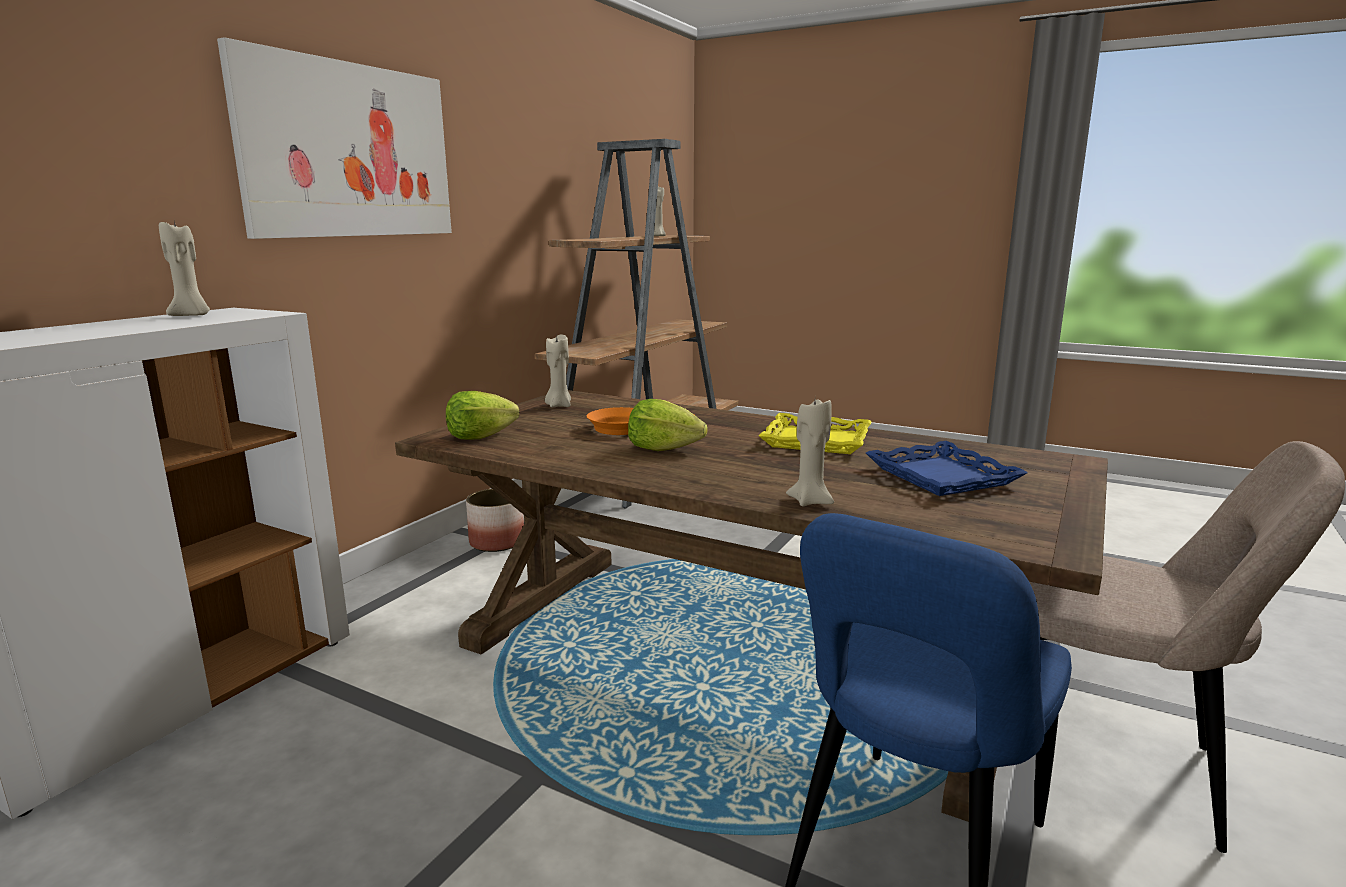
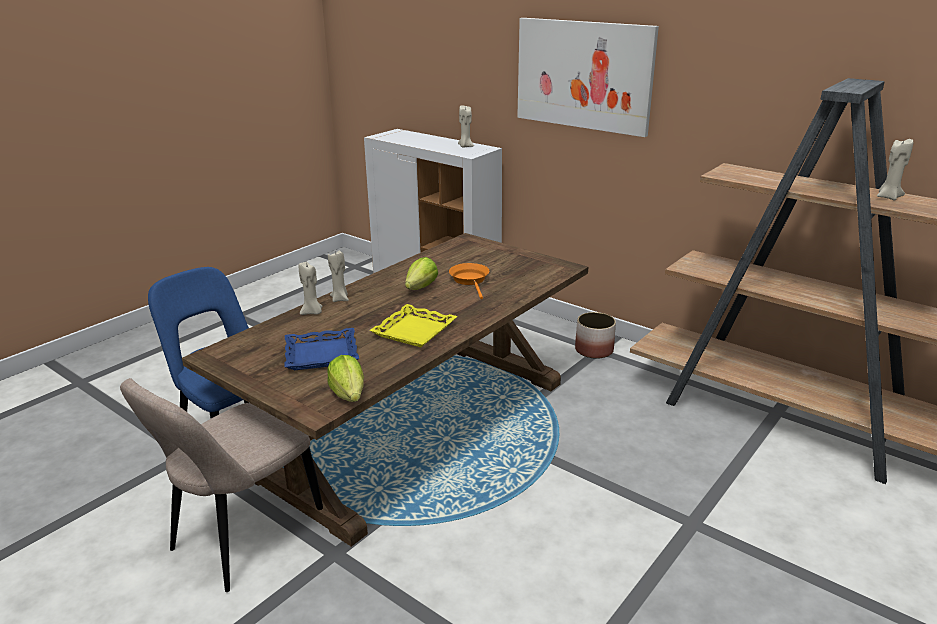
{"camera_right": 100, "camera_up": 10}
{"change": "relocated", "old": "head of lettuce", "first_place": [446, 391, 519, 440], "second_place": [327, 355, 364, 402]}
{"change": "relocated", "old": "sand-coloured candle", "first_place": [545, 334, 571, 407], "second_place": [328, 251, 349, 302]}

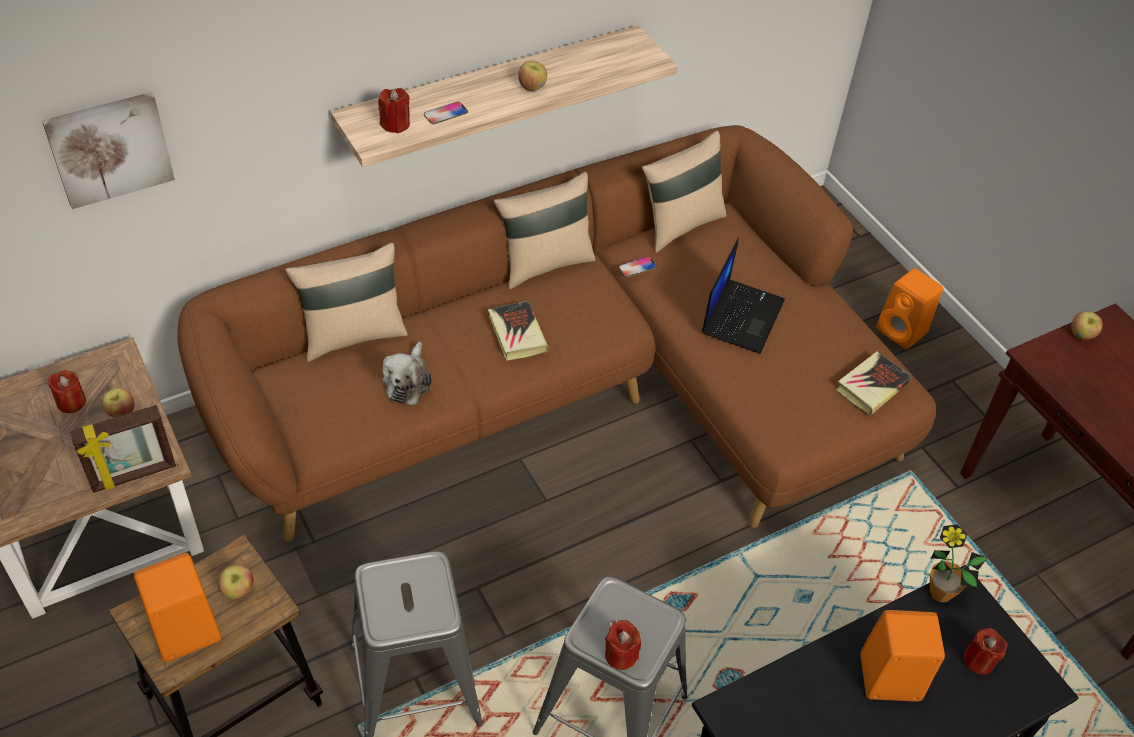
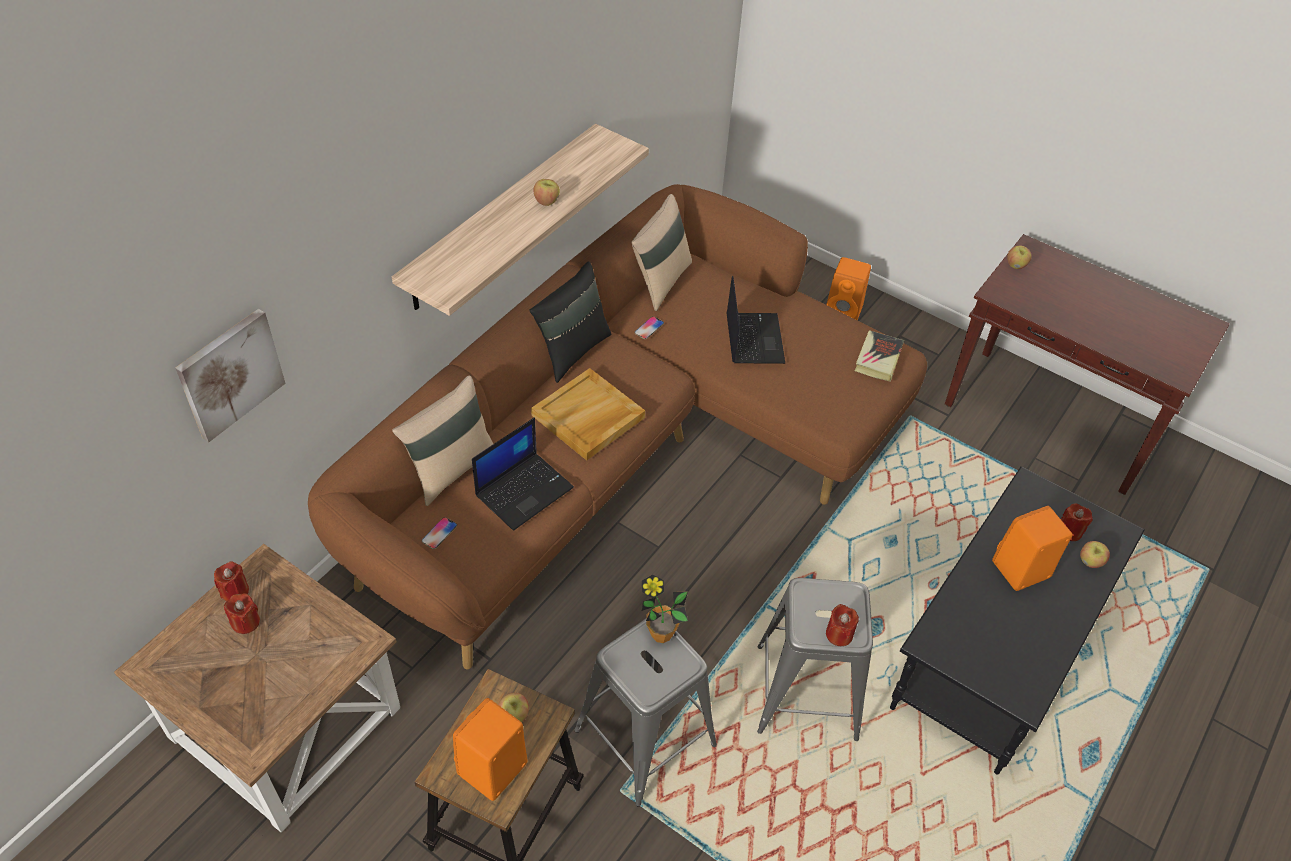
{"camera_right": -25, "camera_up": 0}
{"change": "relocated", "old": "red-coloured candle", "first_place": [378, 88, 410, 133], "second_place": [214, 561, 249, 601]}
{"change": "relocated", "old": "phone", "first_place": [424, 102, 468, 125], "second_place": [422, 517, 457, 549]}
{"change": "exchanged", "old": "cuddly toy", "new": "portable computer", "first_place": [382, 342, 432, 405], "second_place": [472, 417, 574, 531]}
{"change": "colour", "old": "sand-coloured throw pillow", "new": "black-coloured throw pillow", "first_place": [494, 172, 595, 289], "second_place": [529, 262, 611, 383]}
{"change": "exchanged", "old": "volume", "new": "sand-coloured carrying tray", "first_place": [488, 301, 548, 361], "second_place": [531, 368, 645, 460]}
{"change": "relocated", "old": "plant in a pot", "first_place": [930, 524, 988, 602], "second_place": [642, 574, 688, 643]}
{"change": "relocated", "old": "whole apple", "first_place": [102, 388, 135, 418], "second_place": [1080, 541, 1110, 568]}
{"change": "missing", "old": "photo frame", "first_place": [70, 405, 176, 493]}

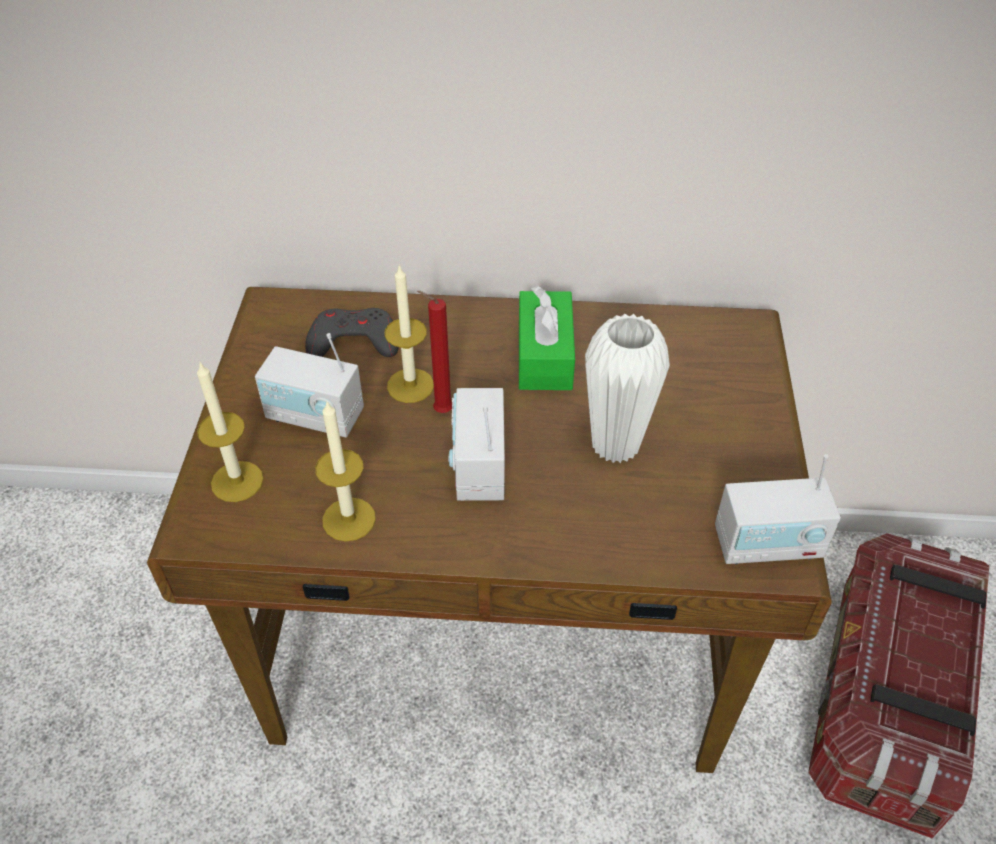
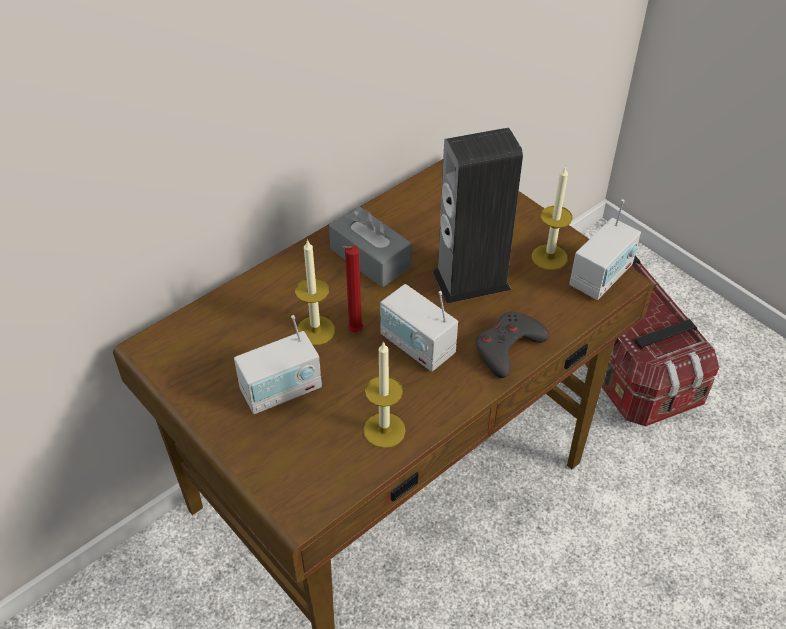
{"camera_right": -45, "camera_up": 0}
{"change": "colour", "old": "green tissue box", "new": "grey tissue box", "first_place": [519, 286, 575, 390], "second_place": [329, 206, 412, 287]}
{"change": "exchanged", "old": "white vase", "new": "audio speaker", "first_place": [585, 314, 670, 463], "second_place": [433, 128, 523, 304]}
{"change": "relocated", "old": "grey game controller", "first_place": [305, 308, 399, 357], "second_place": [476, 312, 550, 378]}
{"change": "relocated", "old": "candle", "first_place": [197, 362, 264, 502], "second_place": [532, 167, 573, 270]}

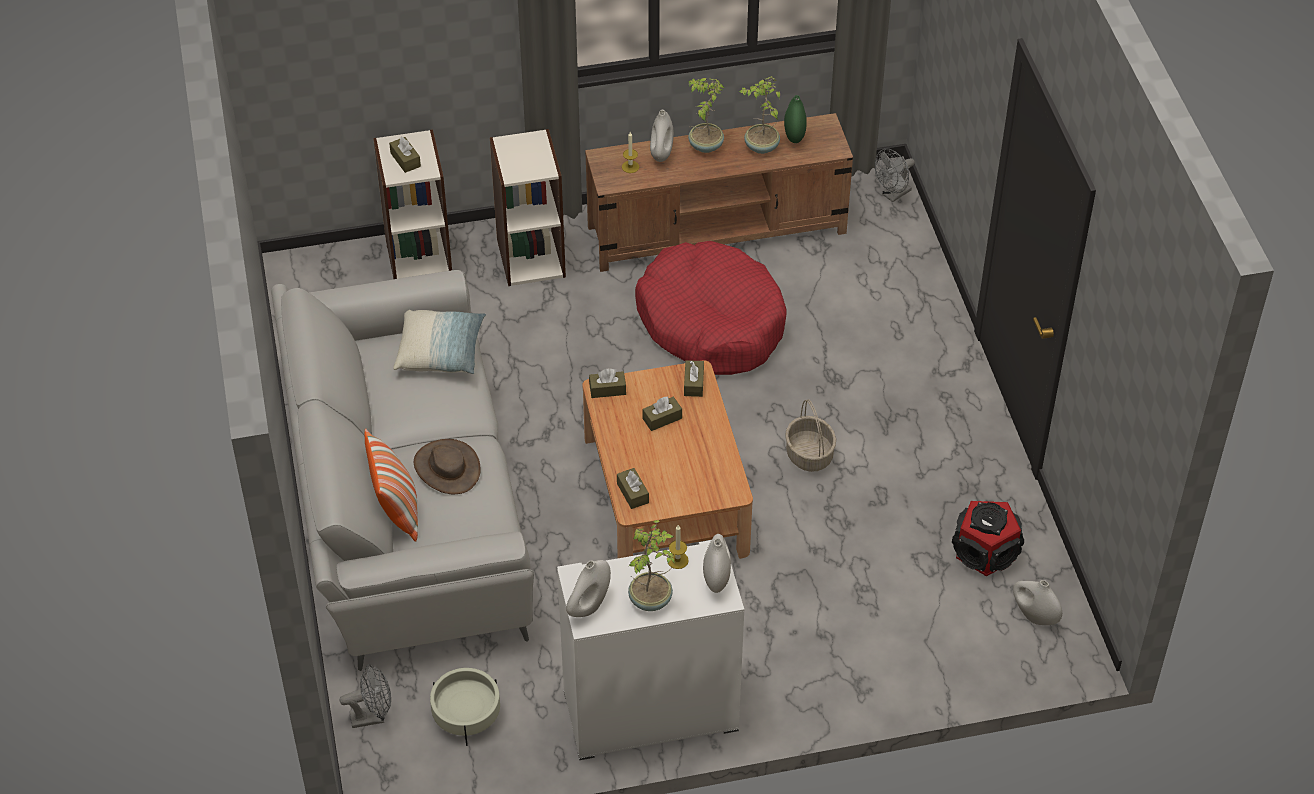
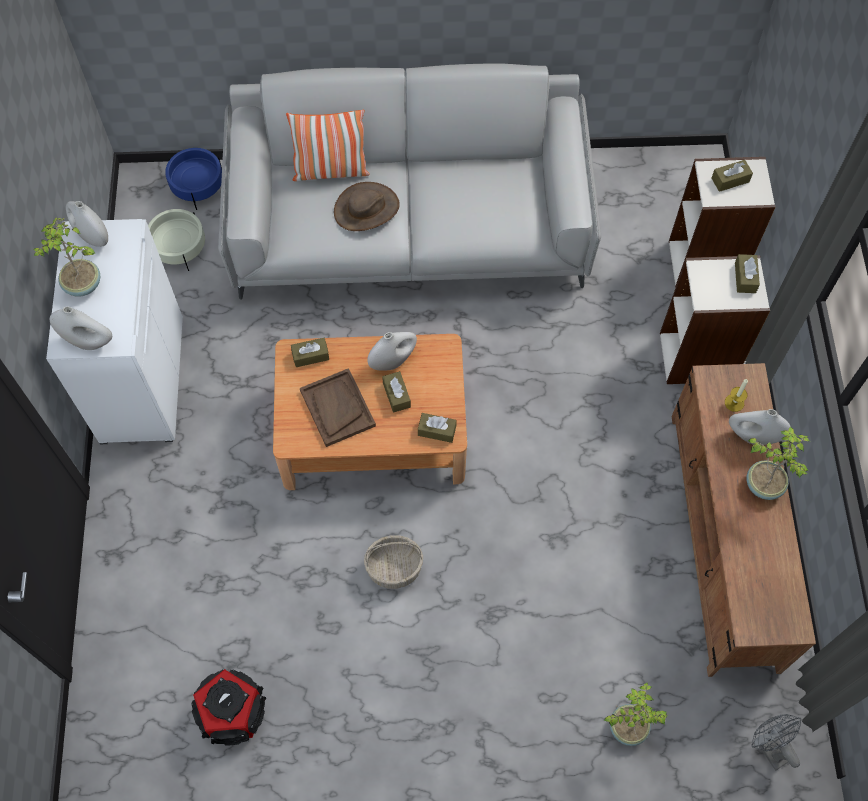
{"camera_right": 100, "camera_up": 15}
{"change": "exchanged", "old": "grey cooling fan", "new": "blue-coloured planter", "first_place": [339, 664, 391, 728], "second_place": [165, 148, 222, 210]}
{"change": "appeared", "new": "brown-coloured carrying tray", "second_place": [300, 368, 376, 447]}
{"change": "relocated", "old": "white vase", "first_place": [1013, 580, 1062, 625], "second_place": [367, 332, 417, 370]}
{"change": "relocated", "old": "plant in a pot", "first_place": [739, 76, 780, 154], "second_place": [604, 683, 667, 746]}
{"change": "relocated", "old": "brown-coloured tissue box", "first_place": [589, 368, 626, 398], "second_place": [735, 254, 760, 293]}
{"change": "missing", "old": "throw pillow", "first_place": [393, 310, 486, 374]}
{"change": "missing", "old": "red-coloured dog bed", "first_place": [635, 241, 787, 375]}
{"change": "missing", "old": "candle", "first_place": [668, 525, 689, 569]}
{"change": "missing", "old": "green vase", "first_place": [784, 95, 807, 143]}

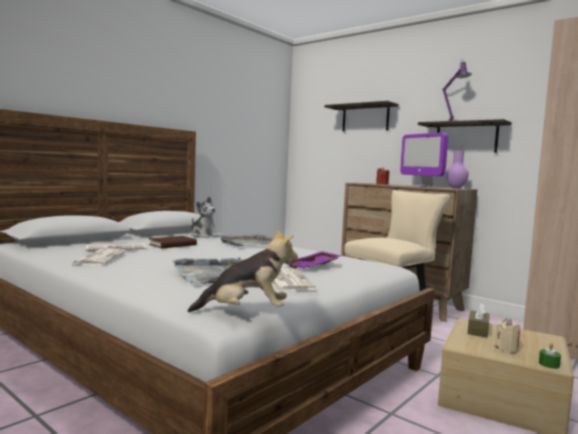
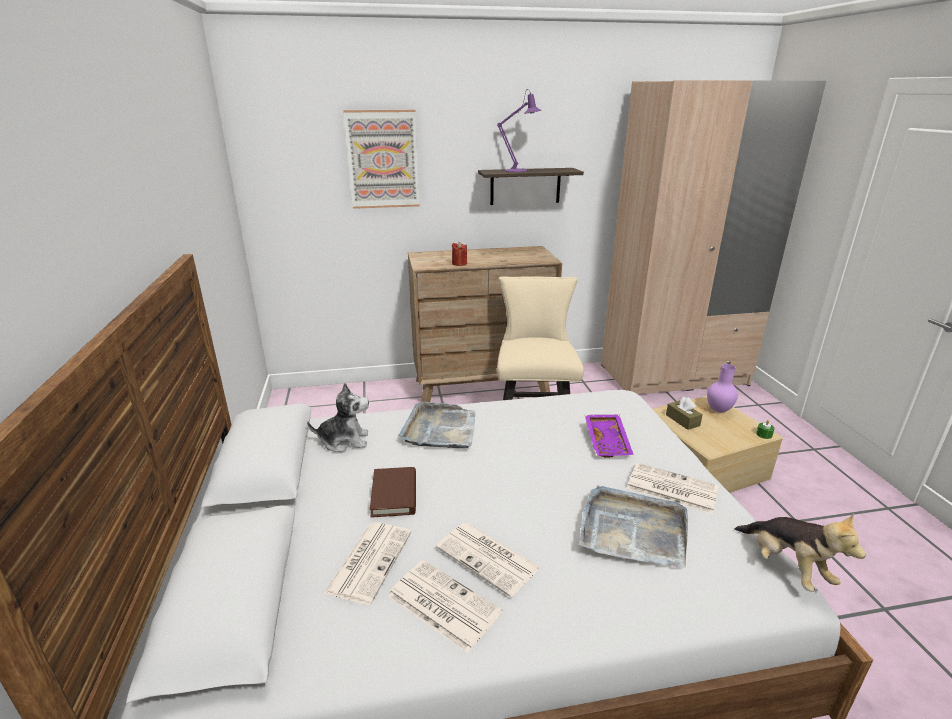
{"camera_right": -50, "camera_up": 20}
{"change": "exchanged", "old": "bracket shelf", "new": "picture", "first_place": [324, 101, 399, 132], "second_place": [343, 110, 420, 209]}
{"change": "appeared", "new": "daily paper", "second_place": [436, 523, 541, 597]}
{"change": "relocated", "old": "purple-coloured vase", "first_place": [446, 150, 469, 189], "second_place": [707, 364, 738, 413]}
{"change": "spun", "old": "cuddly toy", "first_place": [187, 229, 298, 312], "second_place": [734, 513, 866, 592], "degrees": 120}
{"change": "missing", "old": "computer display", "first_place": [400, 133, 448, 187]}
{"change": "missing", "old": "sand-coloured candle", "first_place": [495, 319, 520, 353]}

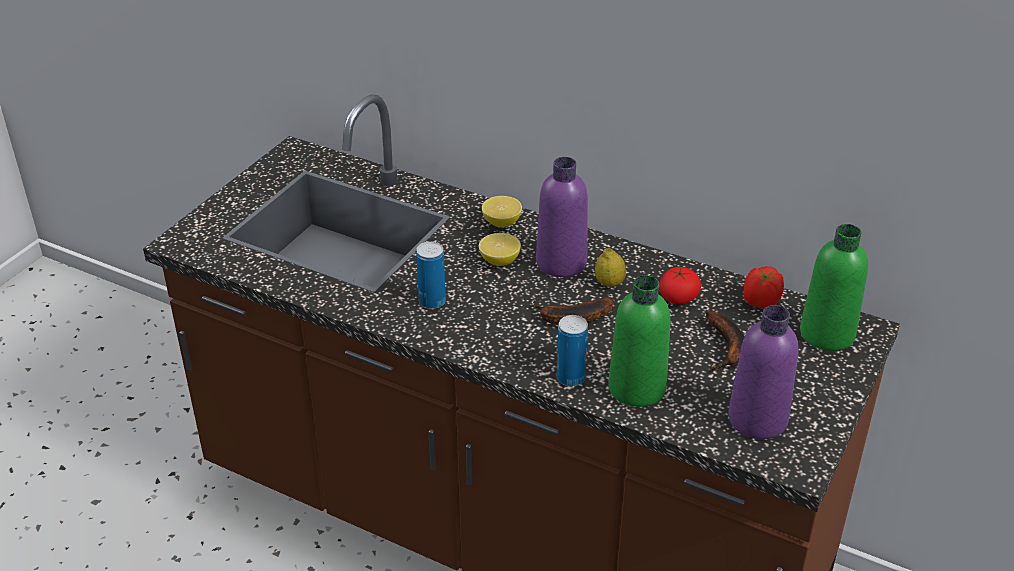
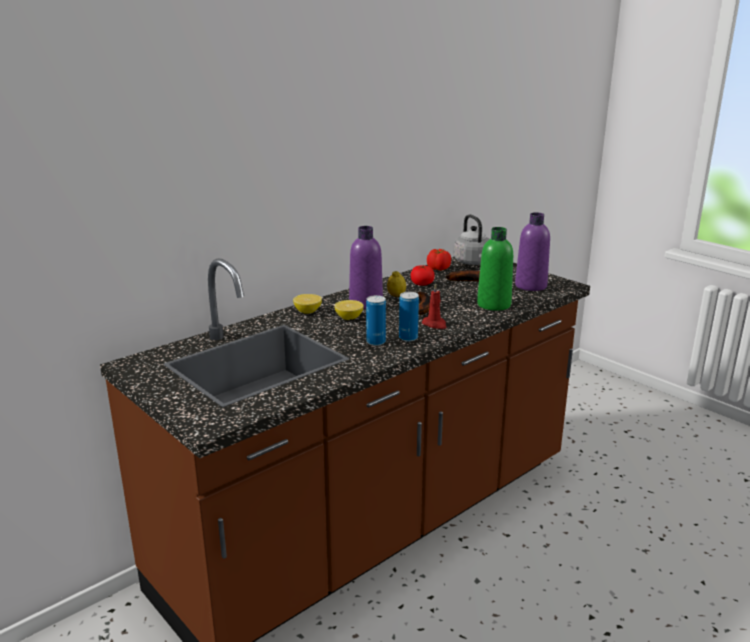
{"camera_right": -70, "camera_up": -15}
{"change": "relocated", "old": "can", "first_place": [557, 315, 588, 386], "second_place": [399, 292, 419, 341]}
{"change": "appeared", "new": "red-coloured candle", "second_place": [422, 283, 447, 329]}
{"change": "exchanged", "old": "green beverage bottle", "new": "grey kettle", "first_place": [800, 224, 868, 351], "second_place": [454, 214, 489, 265]}

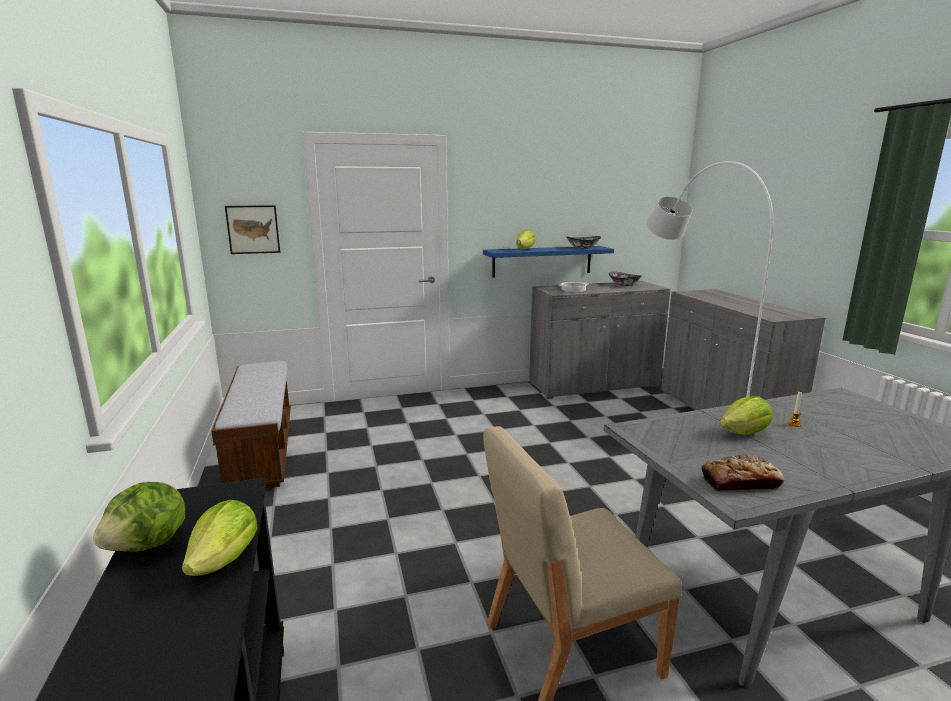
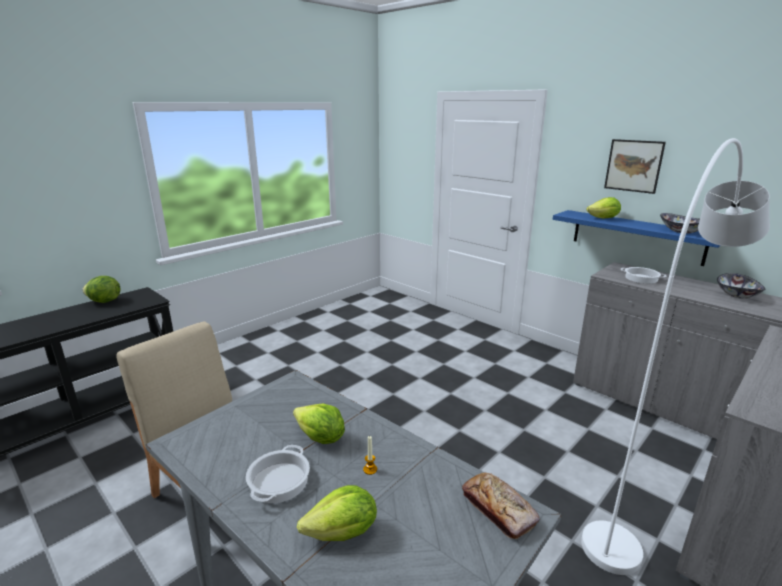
{"camera_right": 60, "camera_up": 5}
{"change": "appeared", "new": "saucepot", "second_place": [246, 445, 310, 503]}
{"change": "relocated", "old": "head of lettuce", "first_place": [182, 500, 257, 576], "second_place": [297, 485, 377, 541]}
{"change": "relocated", "old": "baked bread", "first_place": [702, 455, 785, 491], "second_place": [462, 472, 540, 539]}
{"change": "relocated", "old": "picture", "first_place": [225, 205, 280, 254], "second_place": [604, 139, 666, 194]}
{"change": "missing", "old": "indoor bench", "first_place": [211, 361, 291, 488]}

